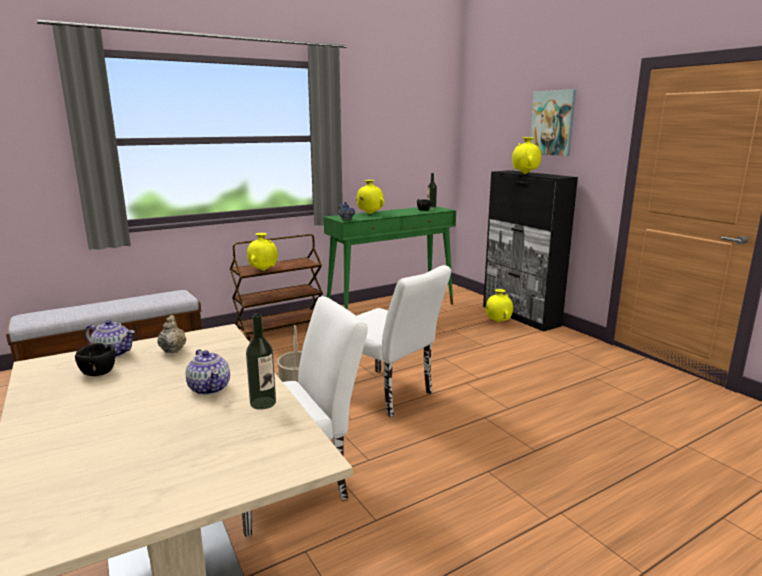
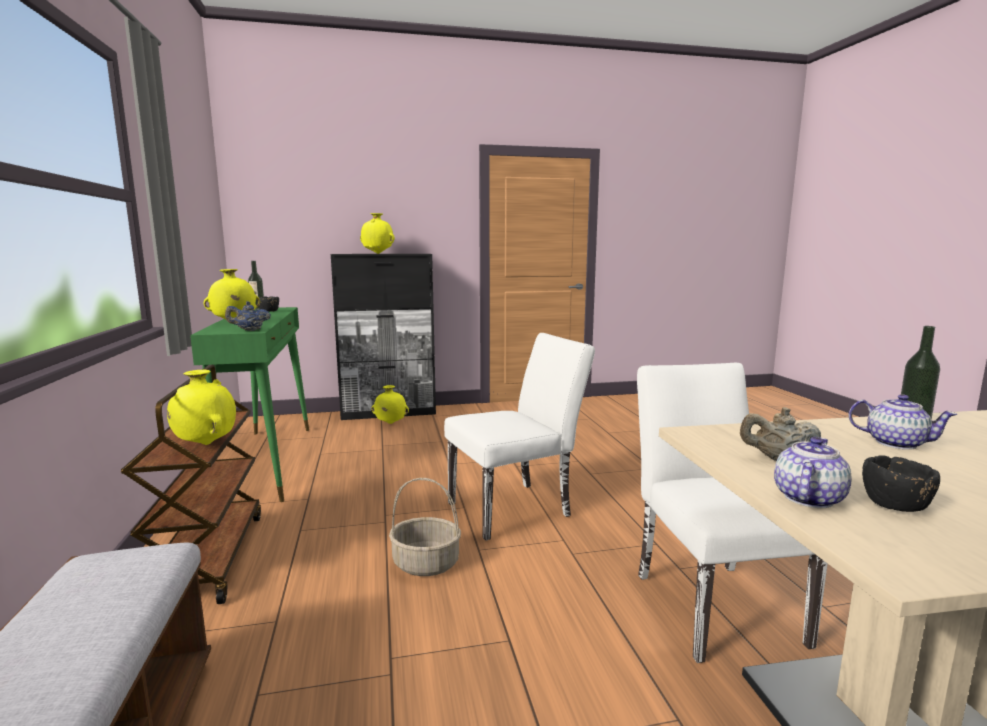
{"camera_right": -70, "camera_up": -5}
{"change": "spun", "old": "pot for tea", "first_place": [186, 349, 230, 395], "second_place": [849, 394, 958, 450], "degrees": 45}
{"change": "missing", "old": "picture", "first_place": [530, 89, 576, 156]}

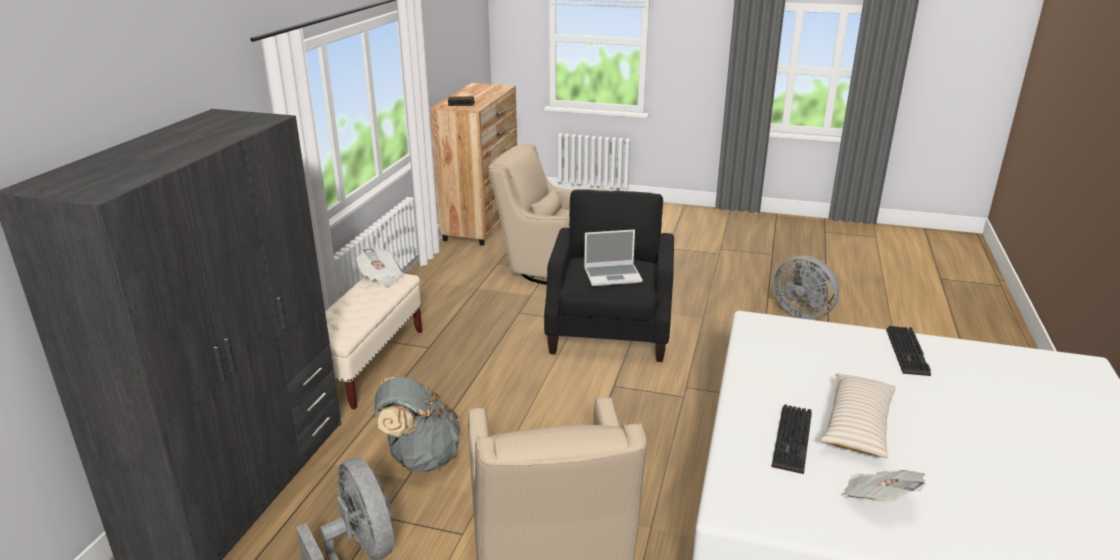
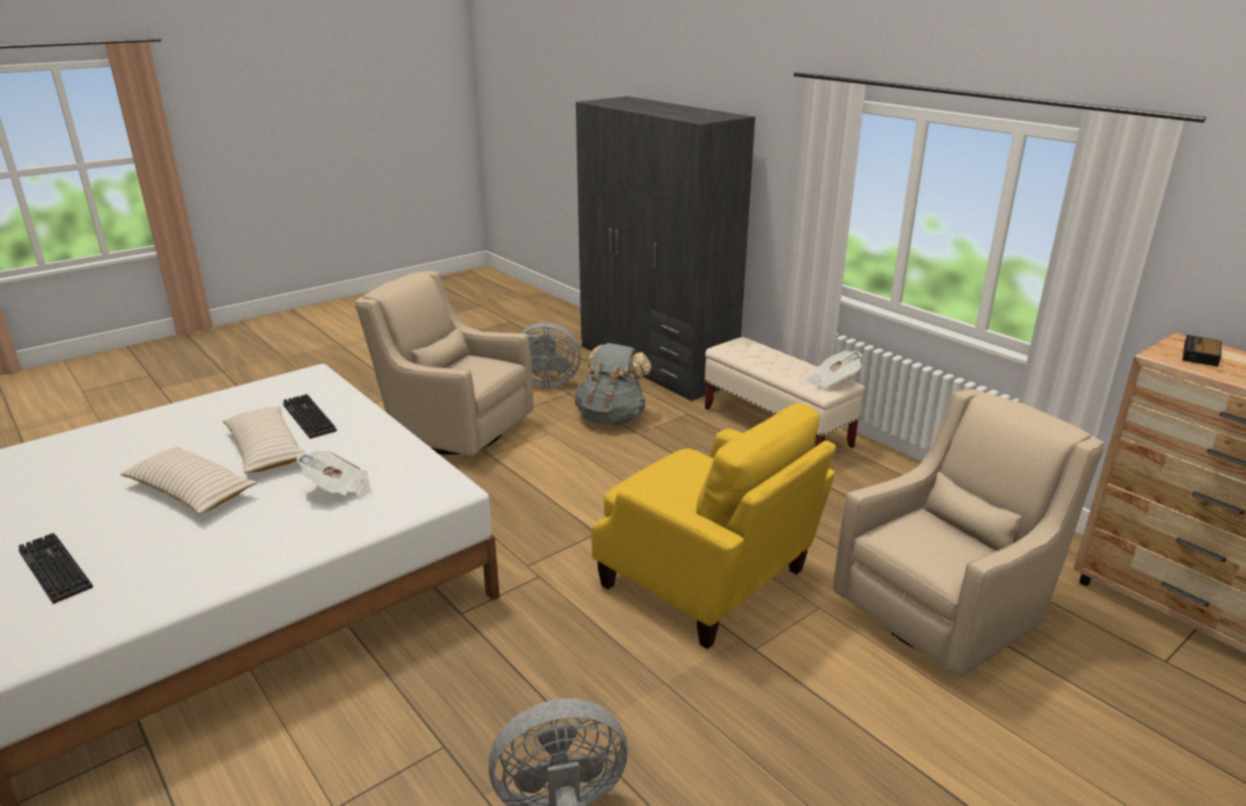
{"camera_right": 125, "camera_up": 0}
{"change": "relocated", "old": "keyboard", "first_place": [886, 326, 931, 376], "second_place": [18, 533, 93, 604]}
{"change": "appeared", "new": "sand-coloured throw pillow", "second_place": [120, 447, 257, 514]}
{"change": "relocated", "old": "daily paper", "first_place": [842, 470, 926, 502], "second_place": [296, 451, 372, 495]}
{"change": "colour", "old": "black-coloured lounge chair", "new": "yellow lounge chair", "first_place": [544, 189, 674, 362], "second_place": [592, 403, 836, 649]}
{"change": "missing", "old": "portable computer", "first_place": [584, 229, 643, 286]}

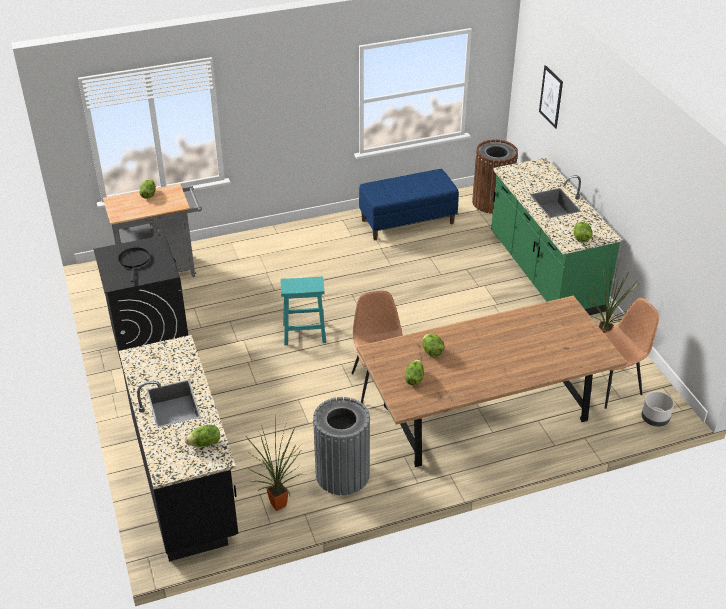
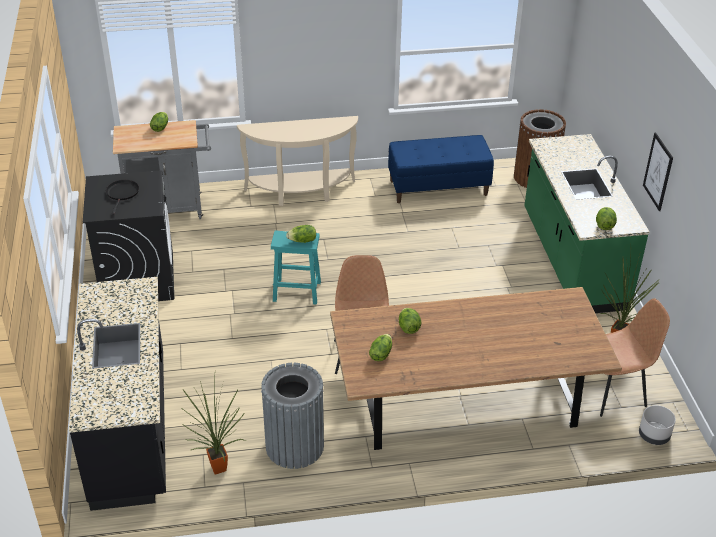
{"camera_right": 10, "camera_up": 0}
{"change": "appeared", "new": "sand-coloured hall table", "second_place": [237, 116, 358, 206]}
{"change": "relocated", "old": "head of lettuce", "first_place": [185, 425, 220, 447], "second_place": [286, 225, 316, 243]}
{"change": "relocated", "old": "picture", "first_place": [539, 65, 563, 129], "second_place": [643, 133, 673, 211]}

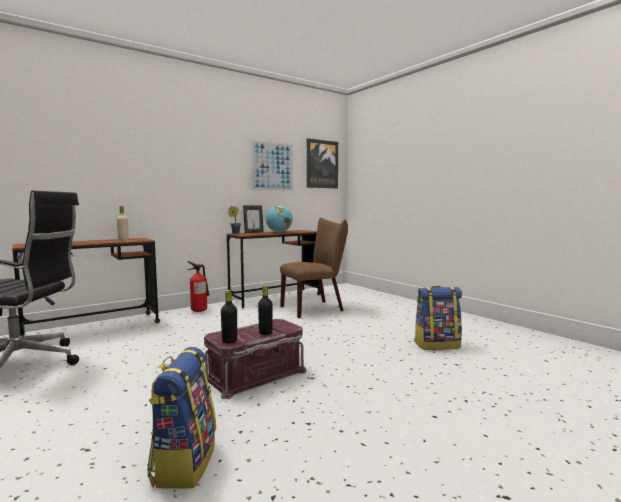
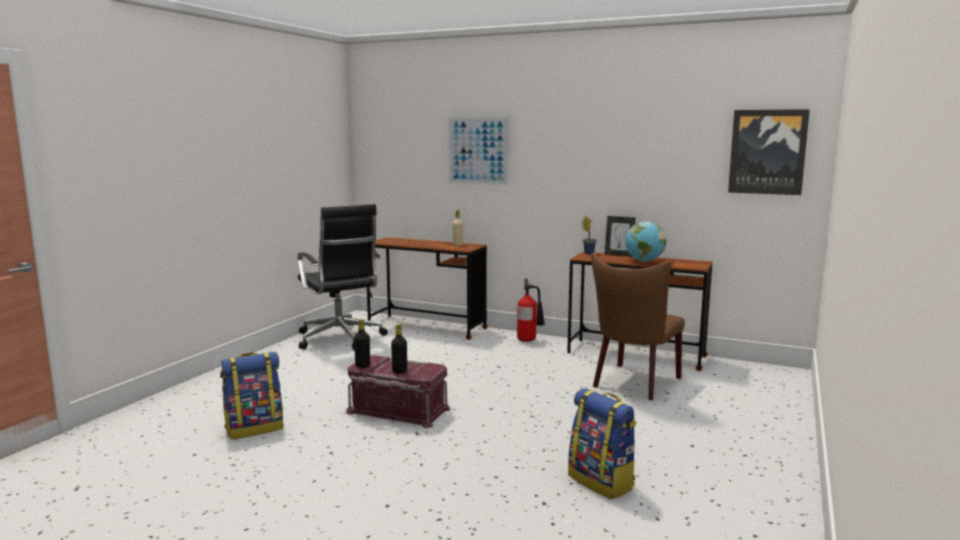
{"camera_right": 60, "camera_up": 5}
{"change": "relocated", "old": "picture", "first_place": [250, 140, 294, 192], "second_place": [448, 117, 509, 185]}
{"change": "spun", "old": "brown-coloured chair", "first_place": [280, 218, 348, 318], "second_place": [591, 253, 685, 400], "degrees": 90}

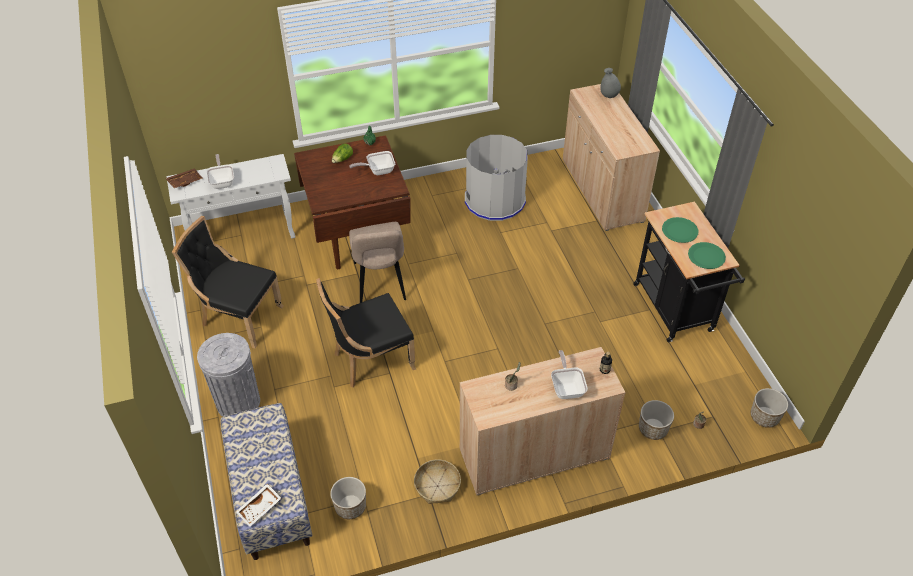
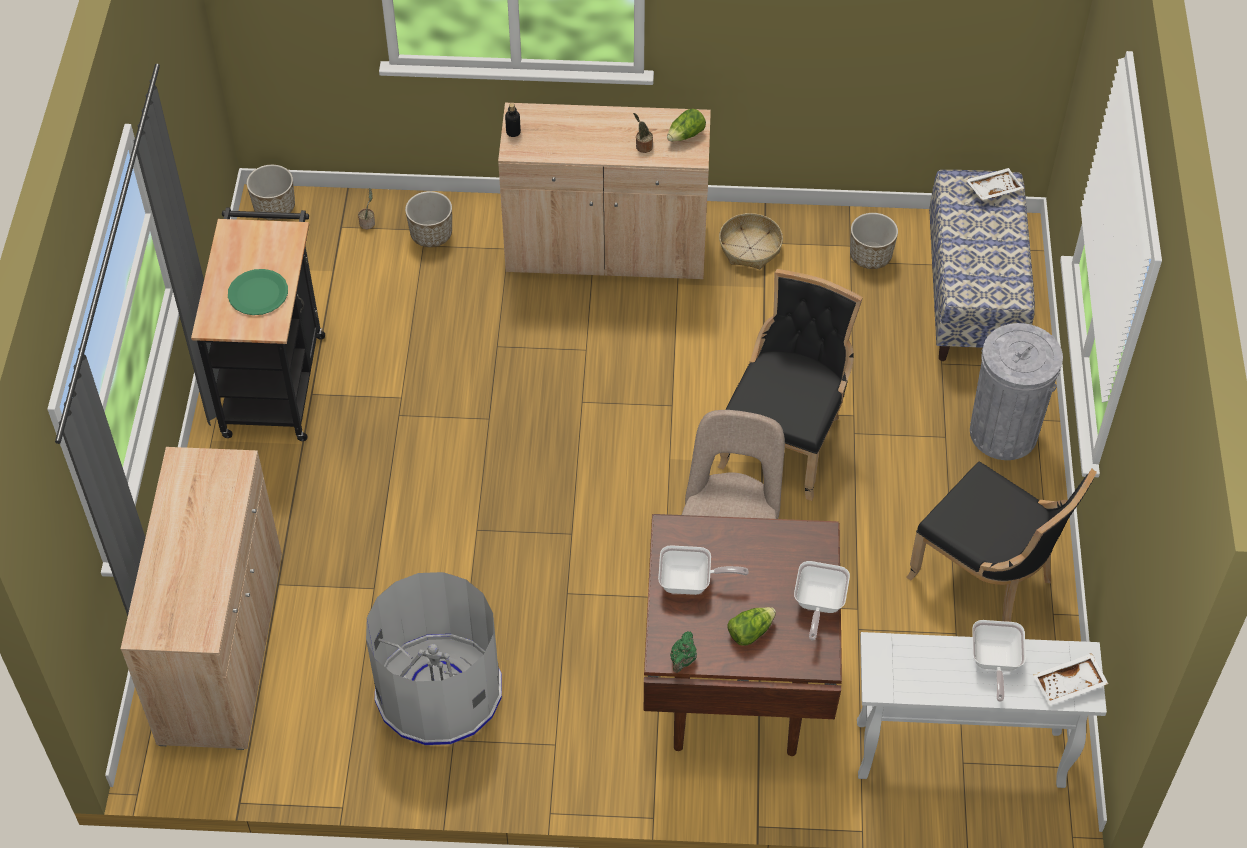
{"camera_right": -160, "camera_up": 5}
{"change": "appeared", "new": "head of lettuce", "second_place": [667, 109, 706, 141]}
{"change": "spun", "old": "black-coloured chair", "first_place": [316, 278, 416, 387], "second_place": [717, 269, 863, 501], "degrees": -60}
{"change": "relocated", "old": "pan", "first_place": [551, 350, 588, 399], "second_place": [794, 561, 850, 641]}
{"change": "colour", "old": "brown-coloured carrying tray", "new": "white carrying tray", "first_place": [165, 168, 203, 188], "second_place": [1033, 653, 1108, 705]}
{"change": "missing", "old": "grey vase", "first_place": [600, 68, 621, 98]}
{"change": "missing", "old": "green flat dish", "first_place": [688, 242, 726, 269]}

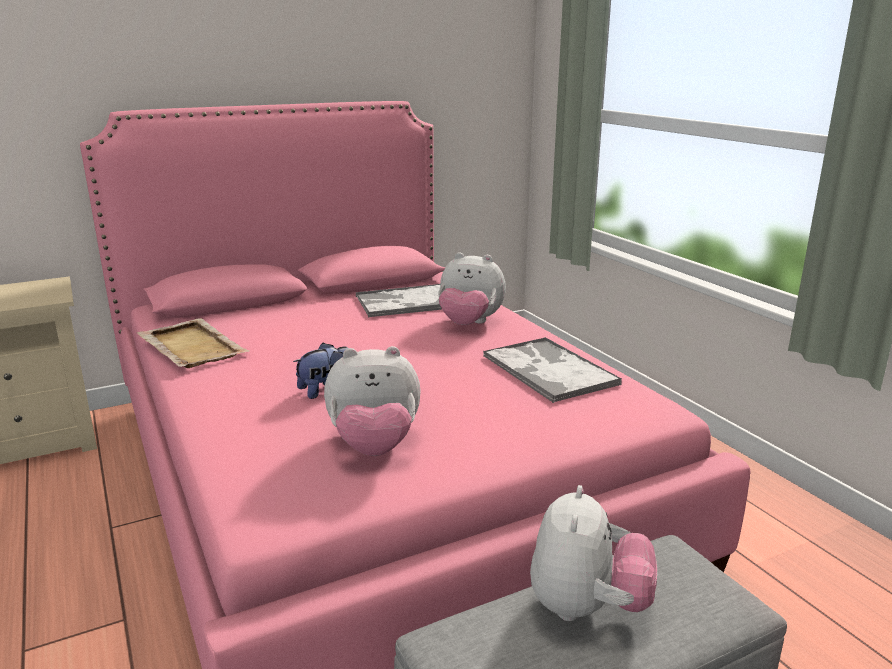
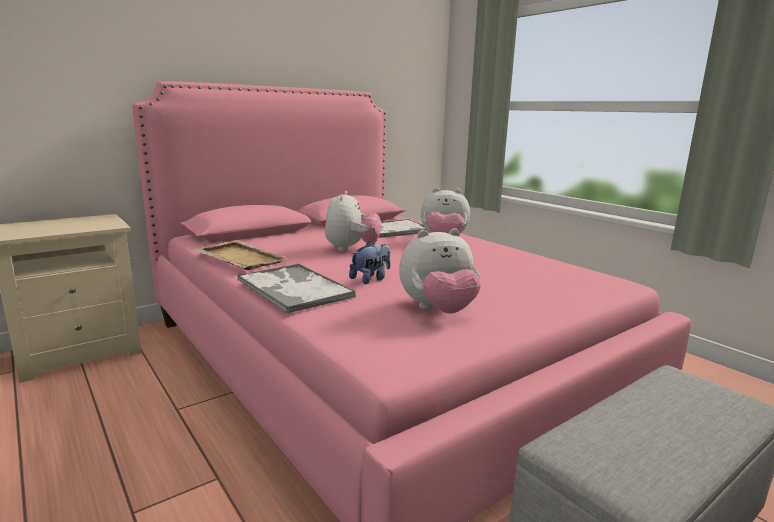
{"camera_right": -10, "camera_up": -5}
{"change": "relocated", "old": "carrying tray", "first_place": [483, 337, 622, 403], "second_place": [237, 264, 356, 314]}
{"change": "relocated", "old": "cuddly toy", "first_place": [530, 485, 657, 621], "second_place": [325, 191, 381, 251]}

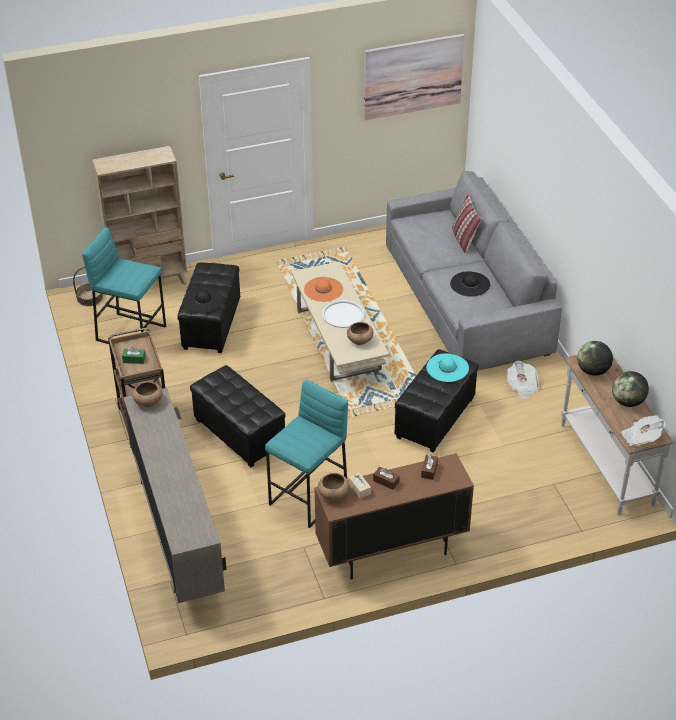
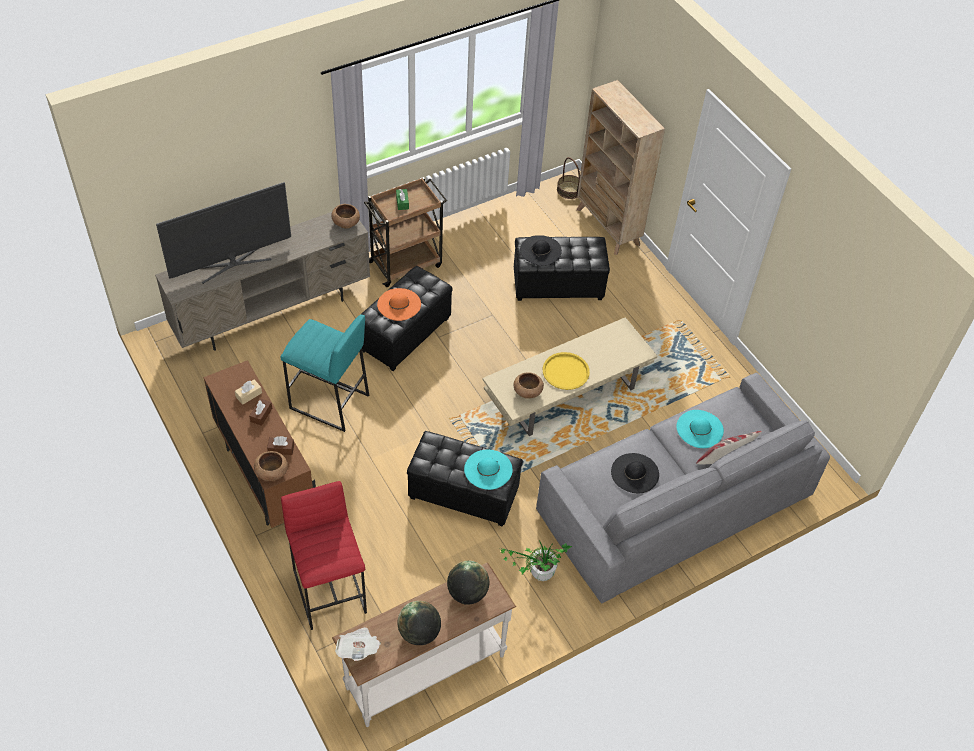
{"camera_right": 75, "camera_up": 10}
{"change": "appeared", "new": "TV", "second_place": [156, 182, 291, 284]}
{"change": "relocated", "old": "brown-coloured bowl", "first_place": [318, 473, 350, 501], "second_place": [254, 451, 288, 481]}
{"change": "appeared", "new": "red-coloured stool seat", "second_place": [281, 481, 367, 630]}
{"change": "relocated", "old": "orange-coloured clothing hat", "first_place": [304, 277, 343, 302], "second_place": [377, 288, 421, 321]}
{"change": "exchanged", "old": "daily paper", "new": "plant in a pot", "first_place": [507, 361, 539, 399], "second_place": [500, 540, 572, 581]}
{"change": "colour", "old": "white carrying tray", "new": "yellow carrying tray", "first_place": [322, 300, 365, 328], "second_place": [543, 352, 590, 390]}
{"change": "appeared", "new": "turquoise-coloured clothing hat", "second_place": [676, 410, 724, 448]}
{"change": "missing", "old": "turquoise-coloured stool seat", "first_place": [82, 227, 166, 344]}
{"change": "missing", "old": "picture", "first_place": [364, 34, 464, 120]}

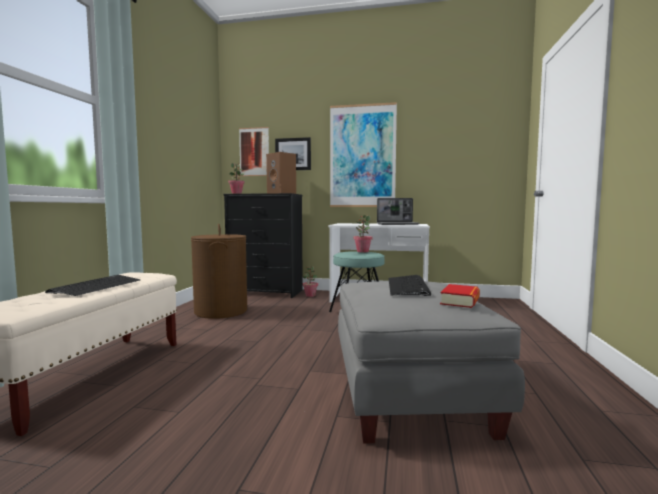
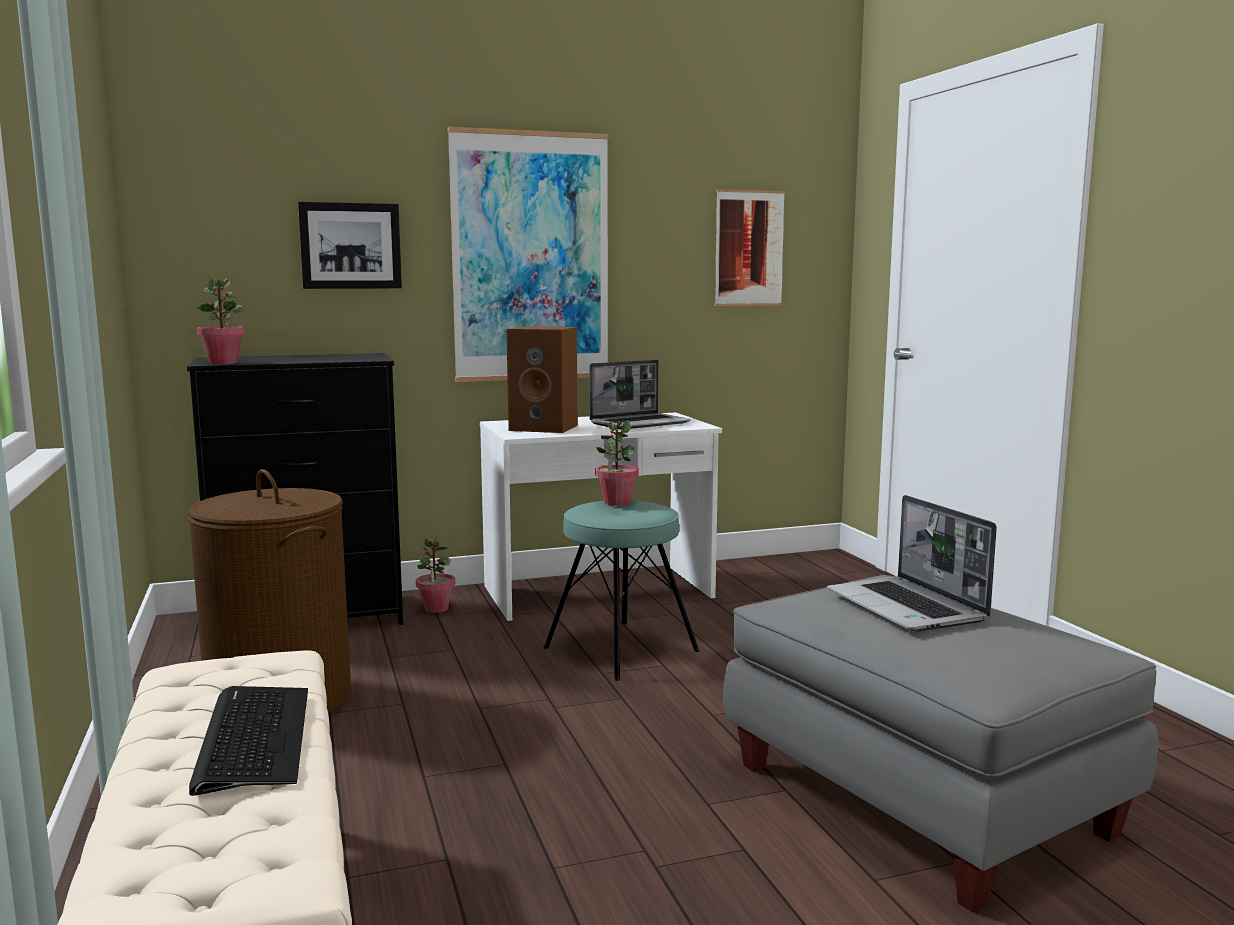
{"camera_right": -30, "camera_up": 5}
{"change": "relocated", "old": "brown-coloured audio speaker", "first_place": [266, 152, 296, 194], "second_place": [507, 326, 578, 433]}
{"change": "relocated", "old": "picture", "first_place": [239, 127, 269, 176], "second_place": [714, 189, 785, 306]}
{"change": "exchanged", "old": "keyboard", "new": "portable computer", "first_place": [388, 275, 431, 296], "second_place": [827, 495, 997, 632]}
{"change": "missing", "old": "volume", "first_place": [440, 284, 480, 308]}

